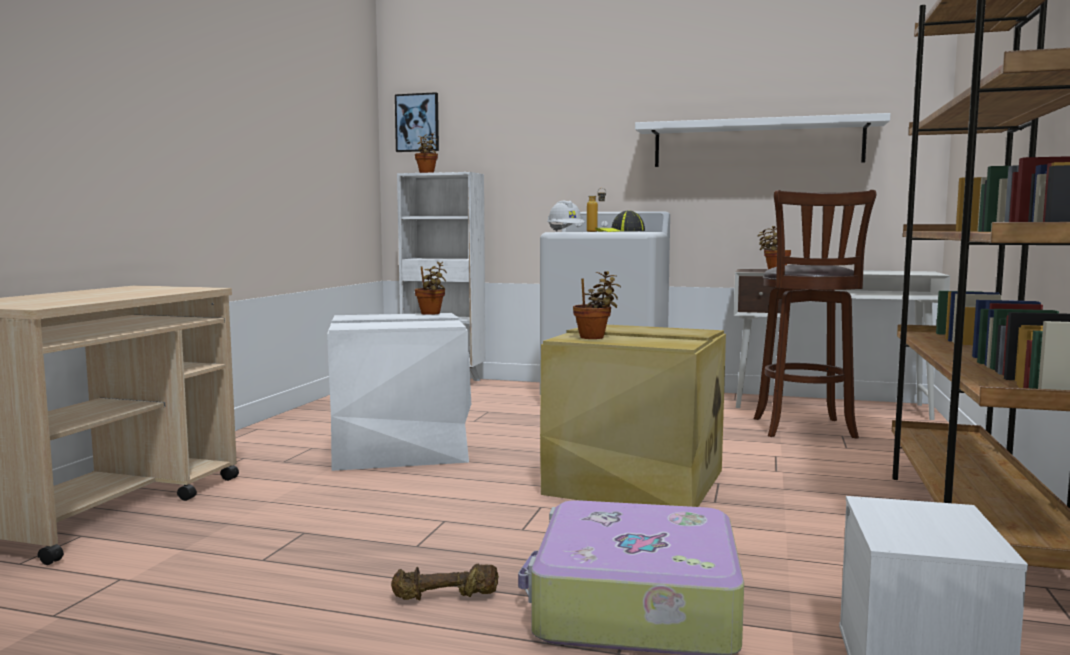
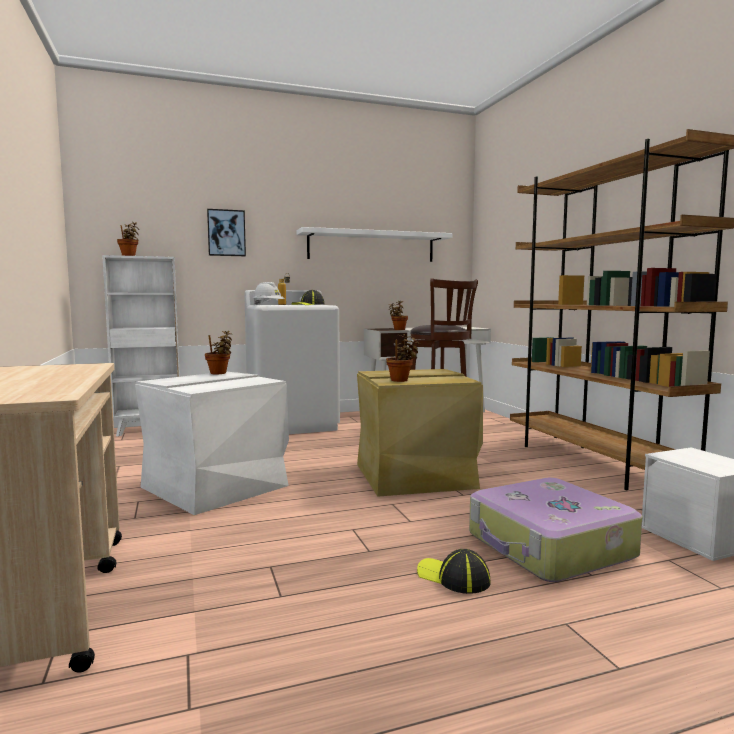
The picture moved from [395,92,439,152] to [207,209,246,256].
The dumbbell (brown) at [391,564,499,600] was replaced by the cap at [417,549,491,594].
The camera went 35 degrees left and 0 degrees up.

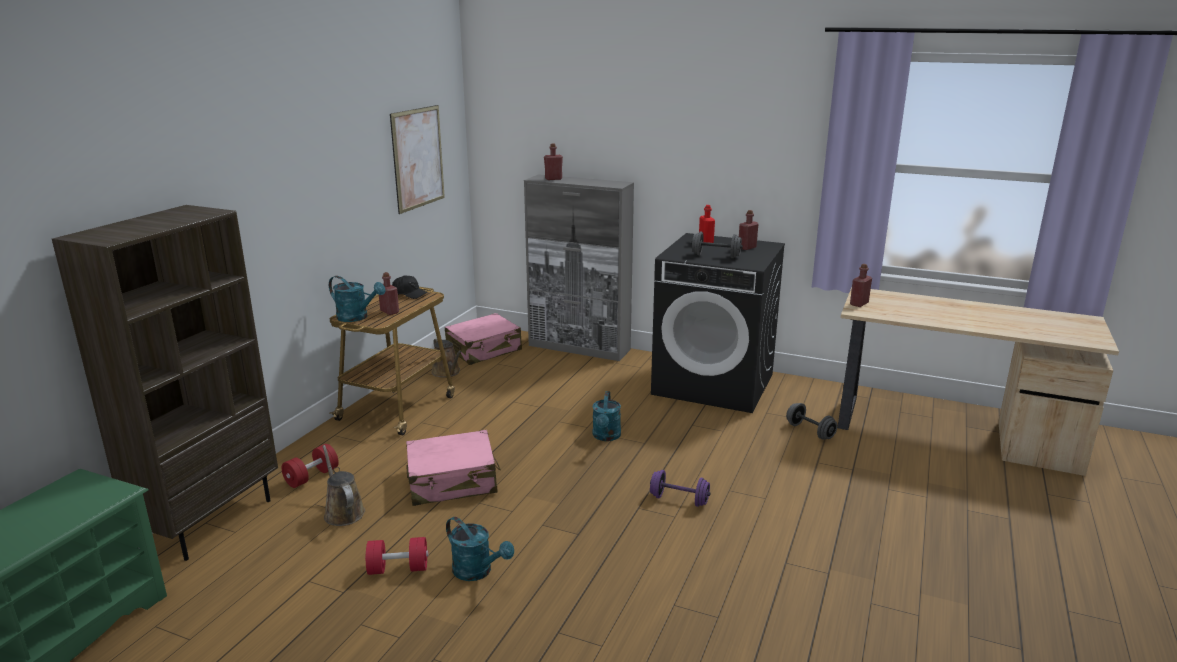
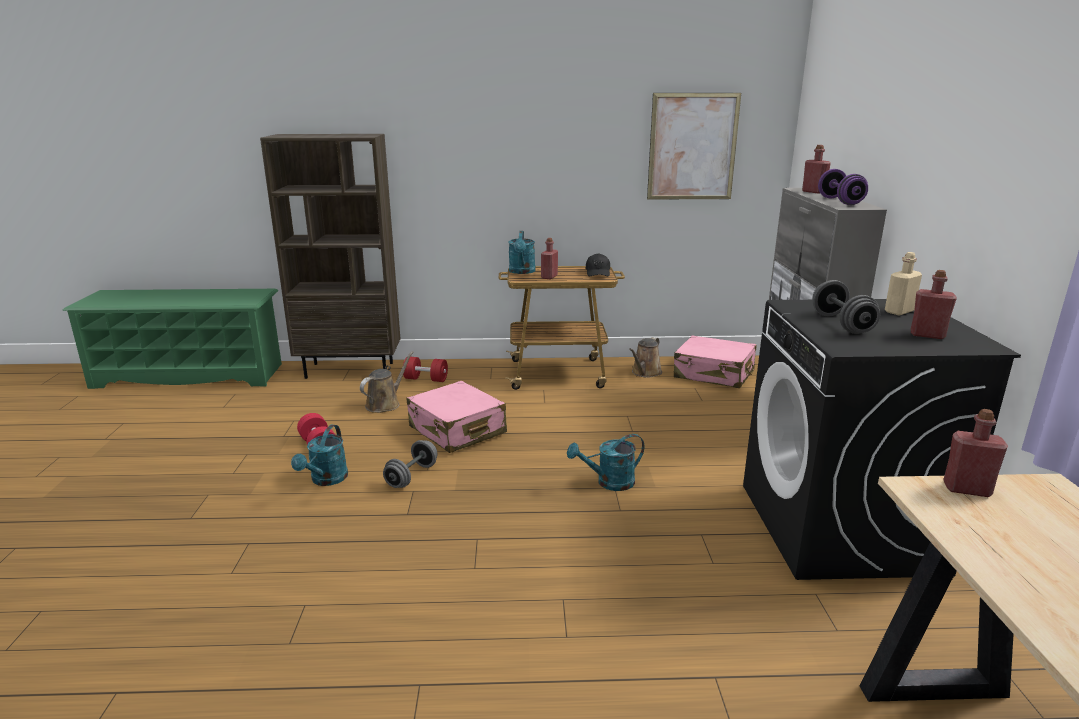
The dumbbell (grey) moved from [786,403,838,440] to [383,440,438,488].
The dumbbell (purple) moved from [650,470,711,507] to [818,169,868,205].
The bottle (red) at [699,205,715,243] became the bottle (beige) at [885,252,922,316].
The camera went 65 degrees right and 0 degrees up.

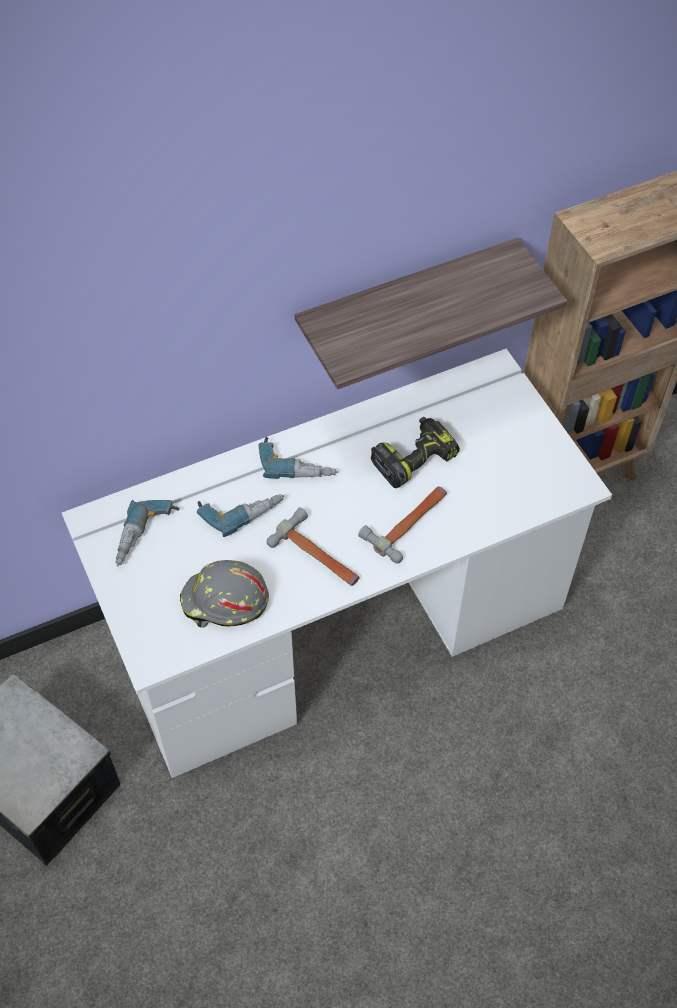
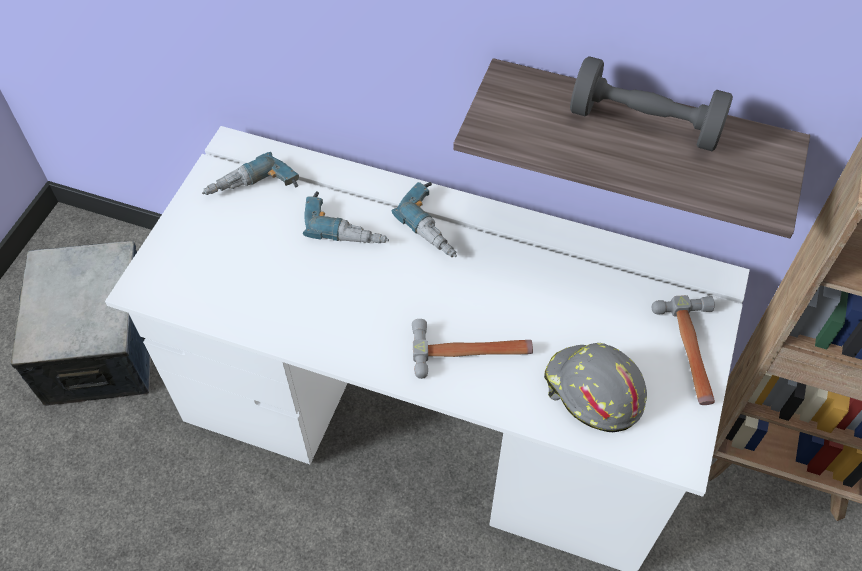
The hard hat (grey) moved from [180,560,269,628] to [544,343,647,432].
The dumbbell (grey) at [570,56,733,151] appeared.
The hammer moved from [267,507,360,586] to [652,295,715,405].
The power drill at [371,417,460,488] disappeared.
The camera went 45 degrees right and 0 degrees up.

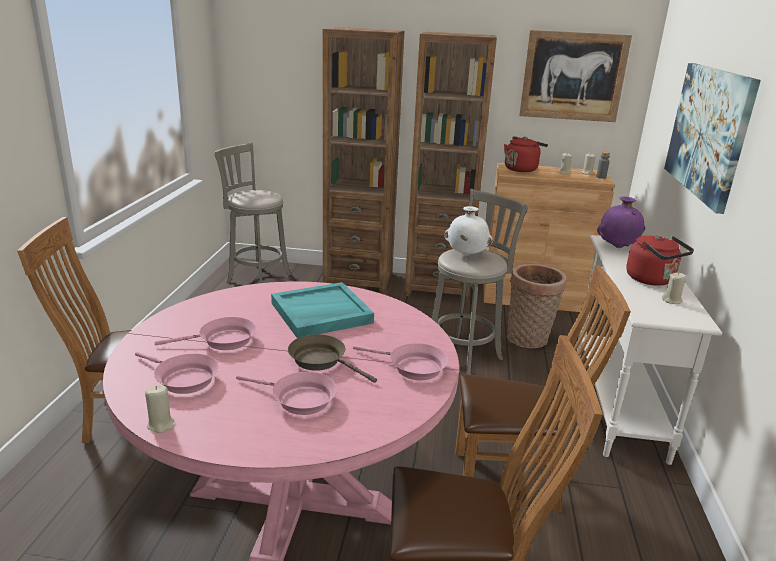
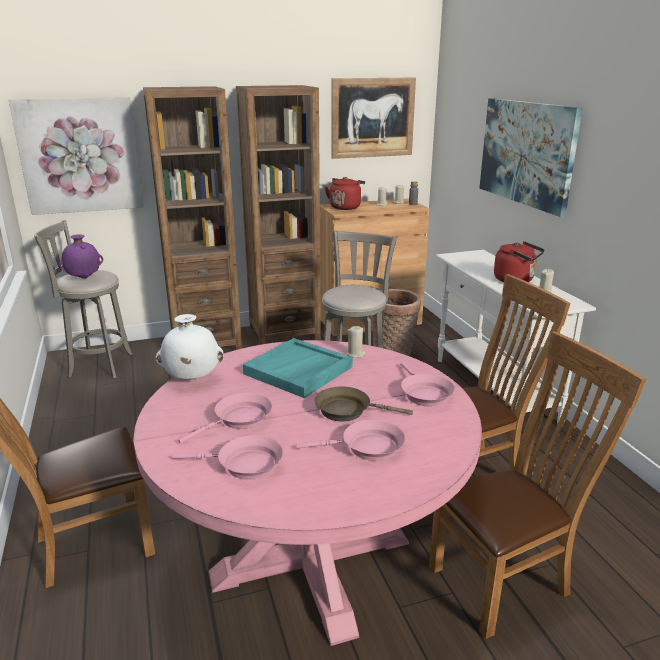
The picture at [9,97,144,215] appeared.
The vase (purple) moved from [597,196,645,248] to [59,234,103,279].
The vase (white) moved from [444,206,493,256] to [155,314,224,380].
The candle (beige) moved from [145,385,175,433] to [346,326,366,358].
The frying pan (pink) at [353,343,448,380] turned 75 degrees clockwise.
The camera went 25 degrees left and 0 degrees up.

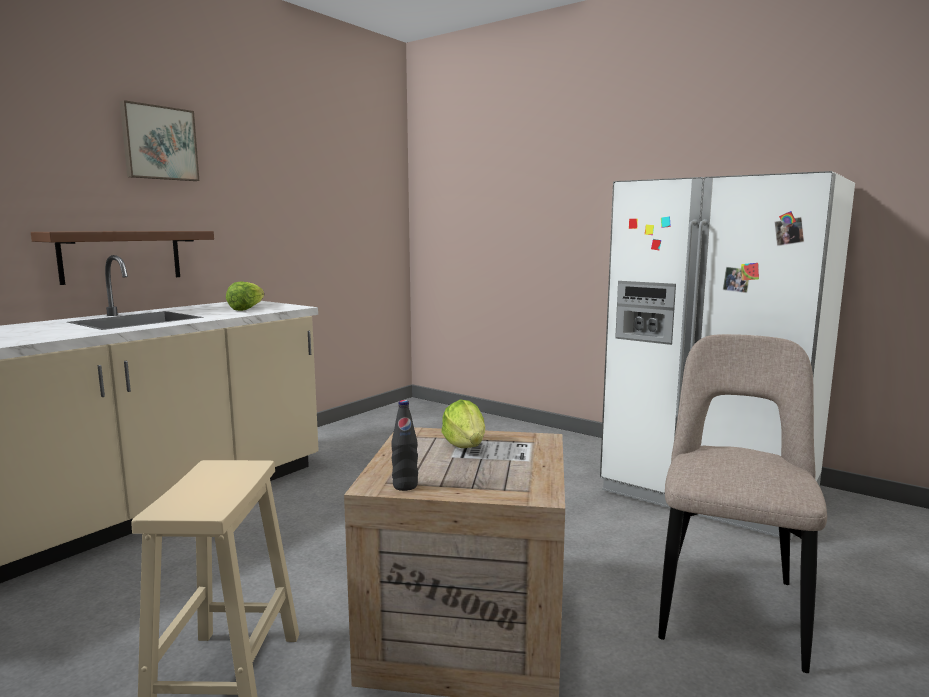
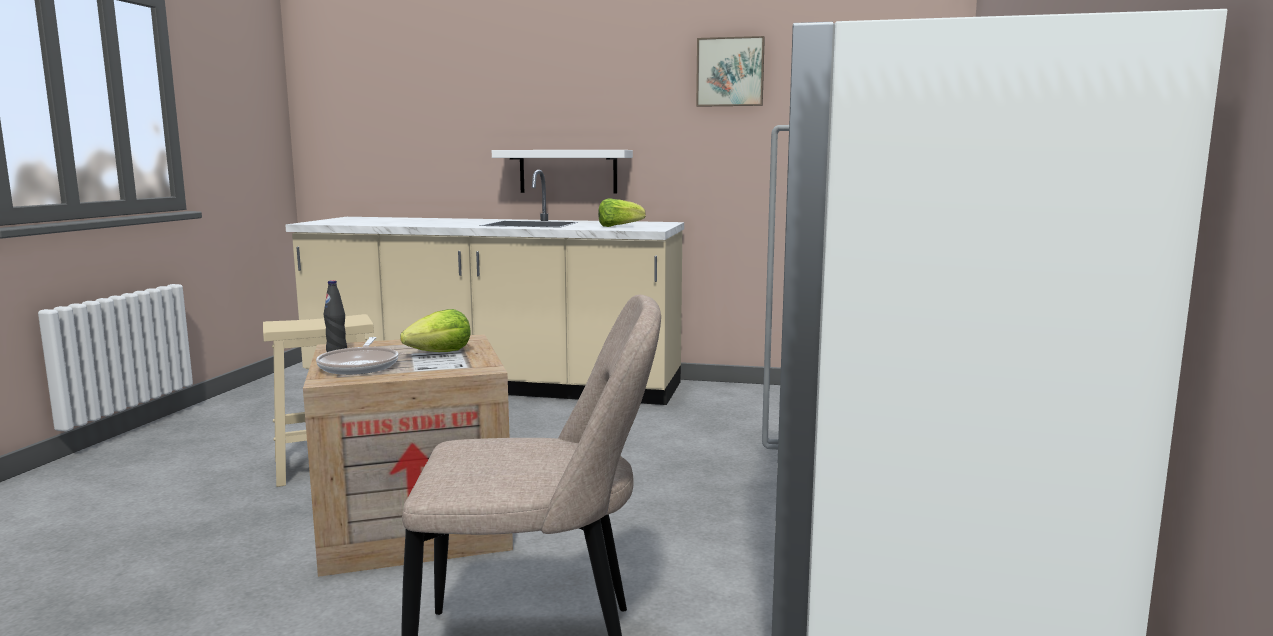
The frying pan at [316,337,398,375] appeared.
The shelf (brown) at [31,231,214,285] became the shelf (white) at [492,150,633,194].
The picture moved from [120,100,199,181] to [696,36,765,107].
The camera went 65 degrees right and 0 degrees up.

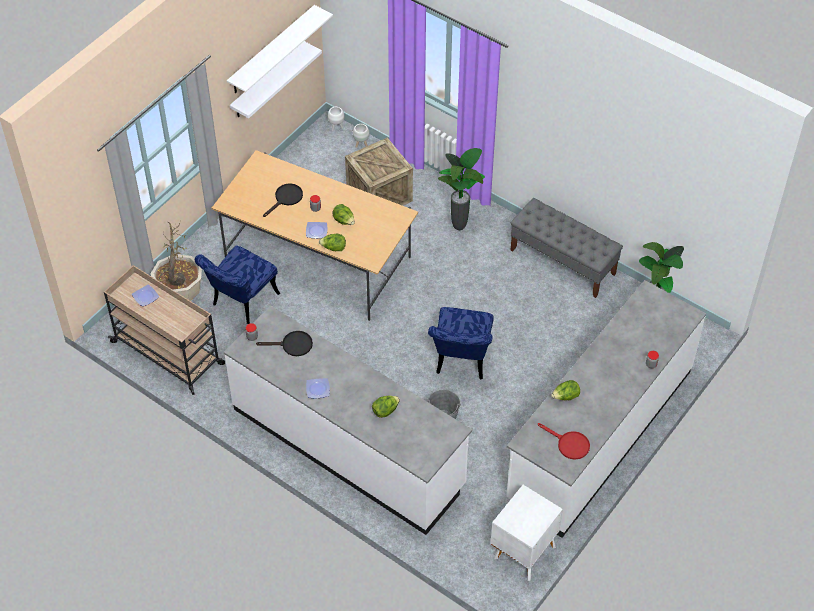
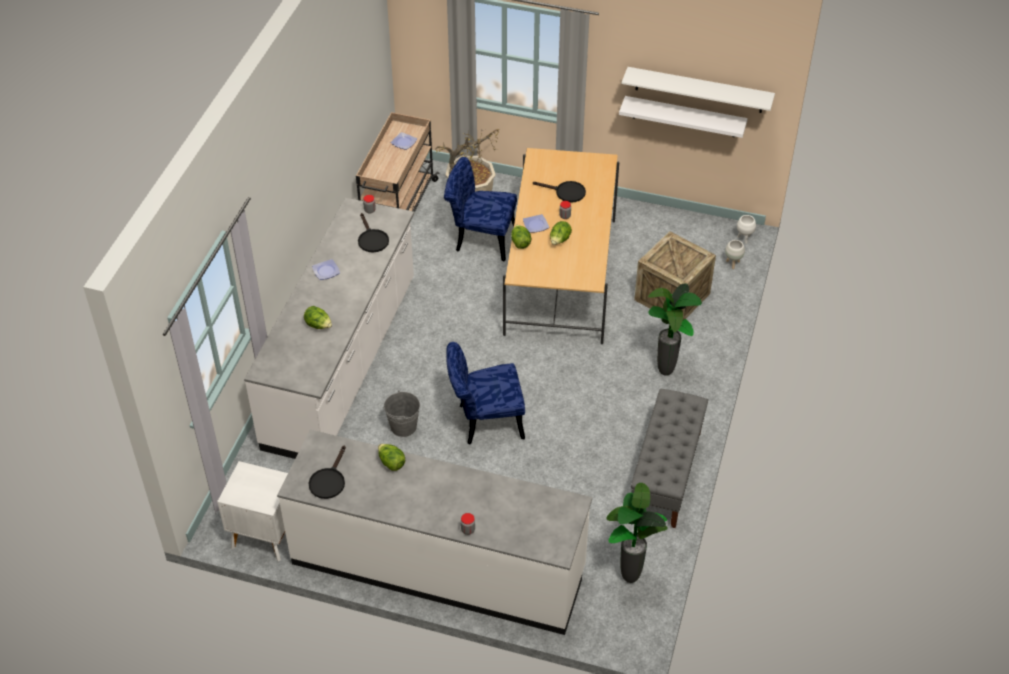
The frying pan (red) at [538,423,590,460] became the frying pan (black) at [309,445,346,499].
The camera went 70 degrees right and 5 degrees down.

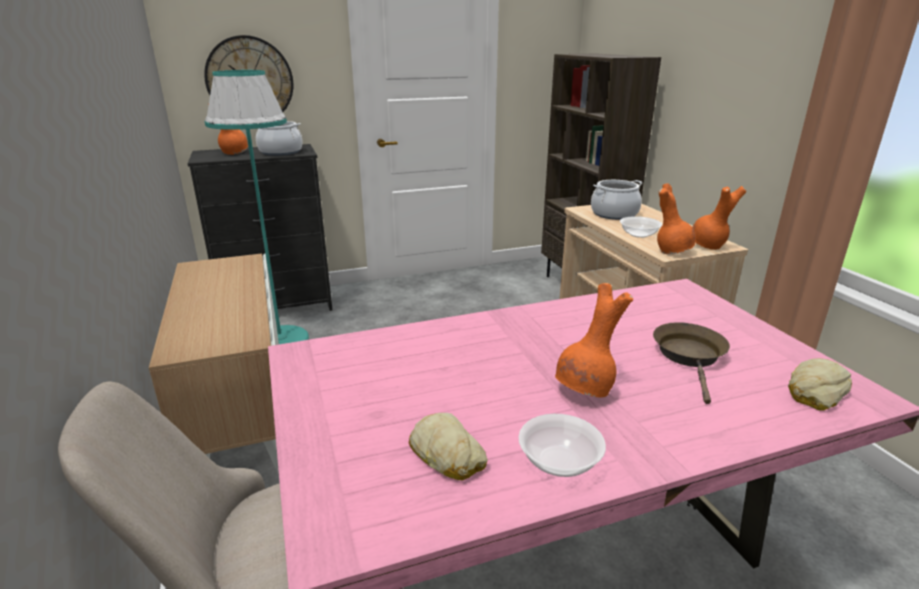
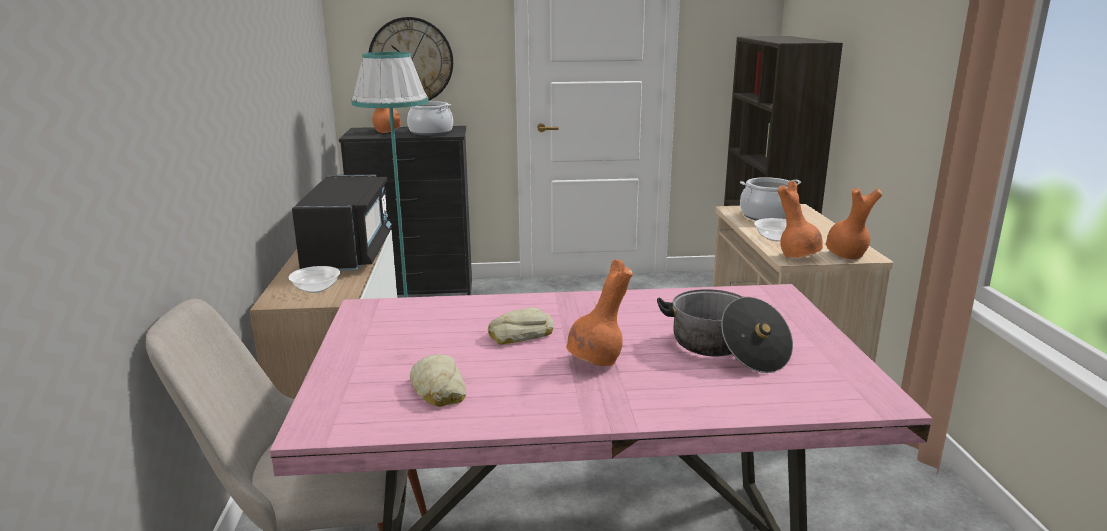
The bowl moved from [519,414,606,477] to [289,266,340,293].
The microwave (black) at [292,174,391,271] appeared.
The bread moved from [788,358,852,411] to [488,307,553,345].
The frying pan (brown) at [653,322,730,404] was replaced by the cooking pot at [657,289,793,373].
The camera went 15 degrees right and 5 degrees down.

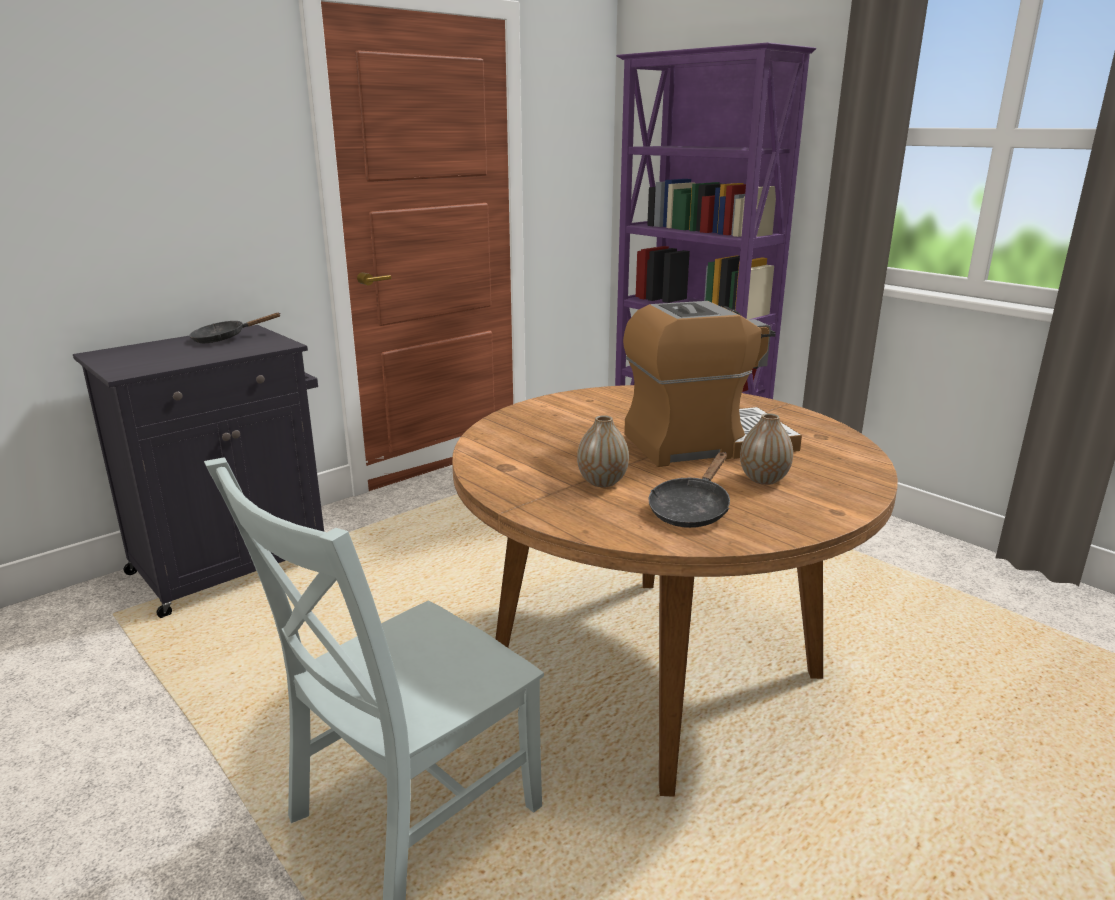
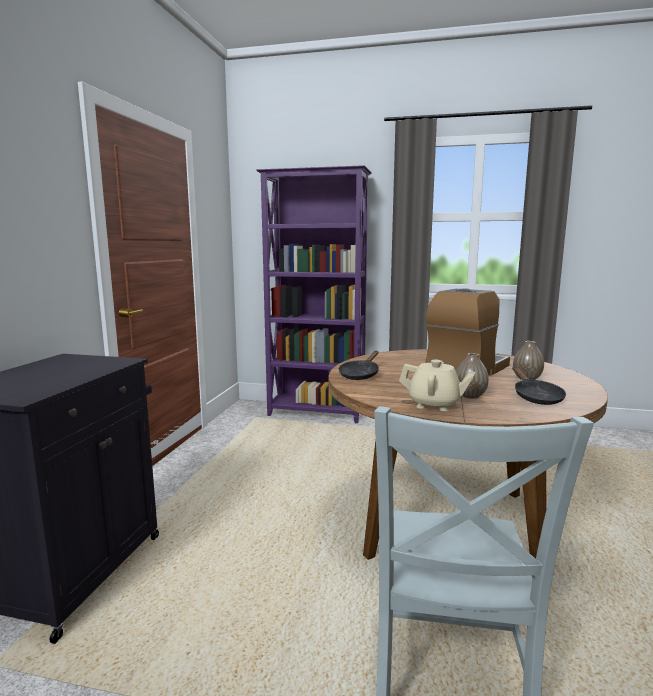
The frying pan (black) moved from [189,313,281,343] to [338,351,379,380].
The teapot (beige) at [399,360,475,411] appeared.
The camera went 35 degrees left and 10 degrees down.

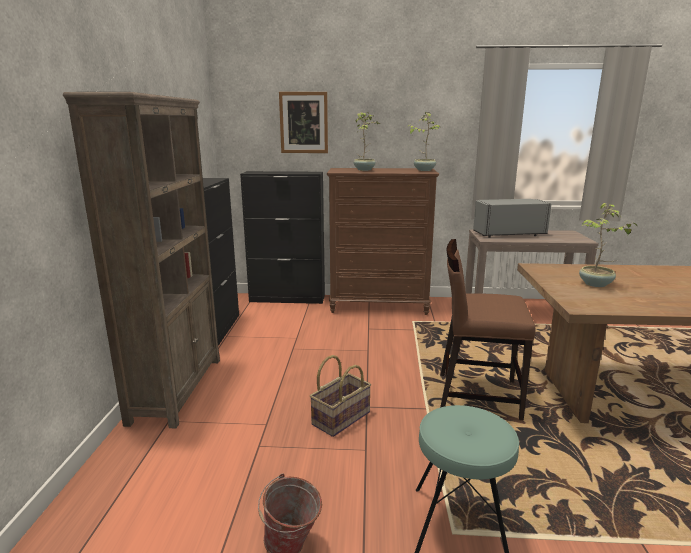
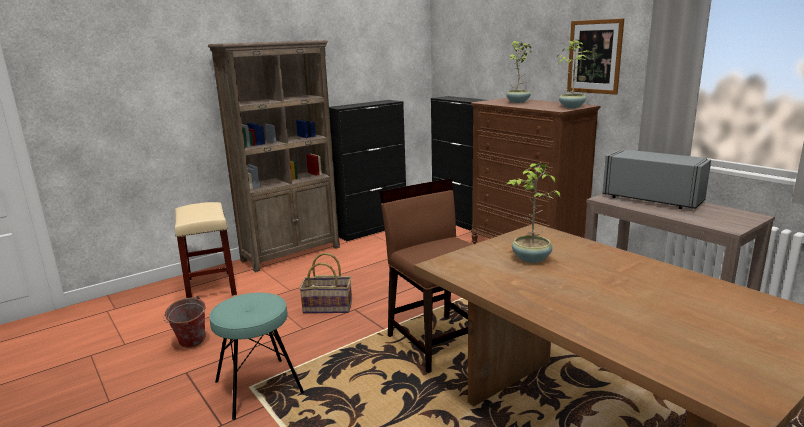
The stool (beige) at [175,202,237,298] appeared.
The picture moved from [279,92,328,153] to [567,18,624,95].
The camera went 50 degrees right and 0 degrees up.

